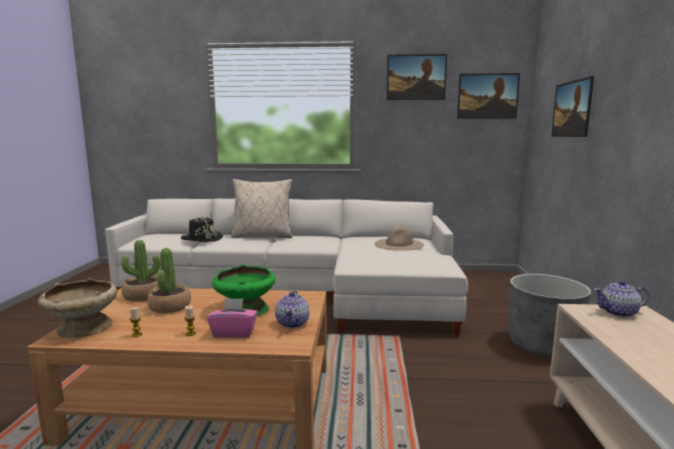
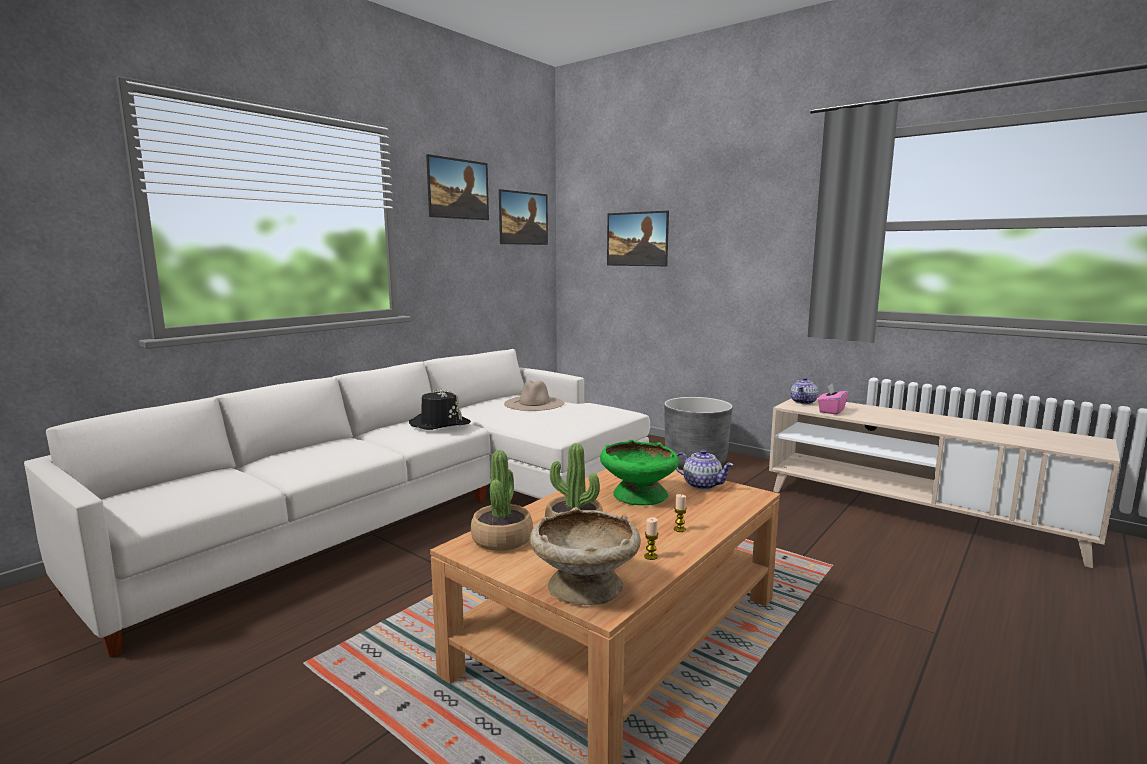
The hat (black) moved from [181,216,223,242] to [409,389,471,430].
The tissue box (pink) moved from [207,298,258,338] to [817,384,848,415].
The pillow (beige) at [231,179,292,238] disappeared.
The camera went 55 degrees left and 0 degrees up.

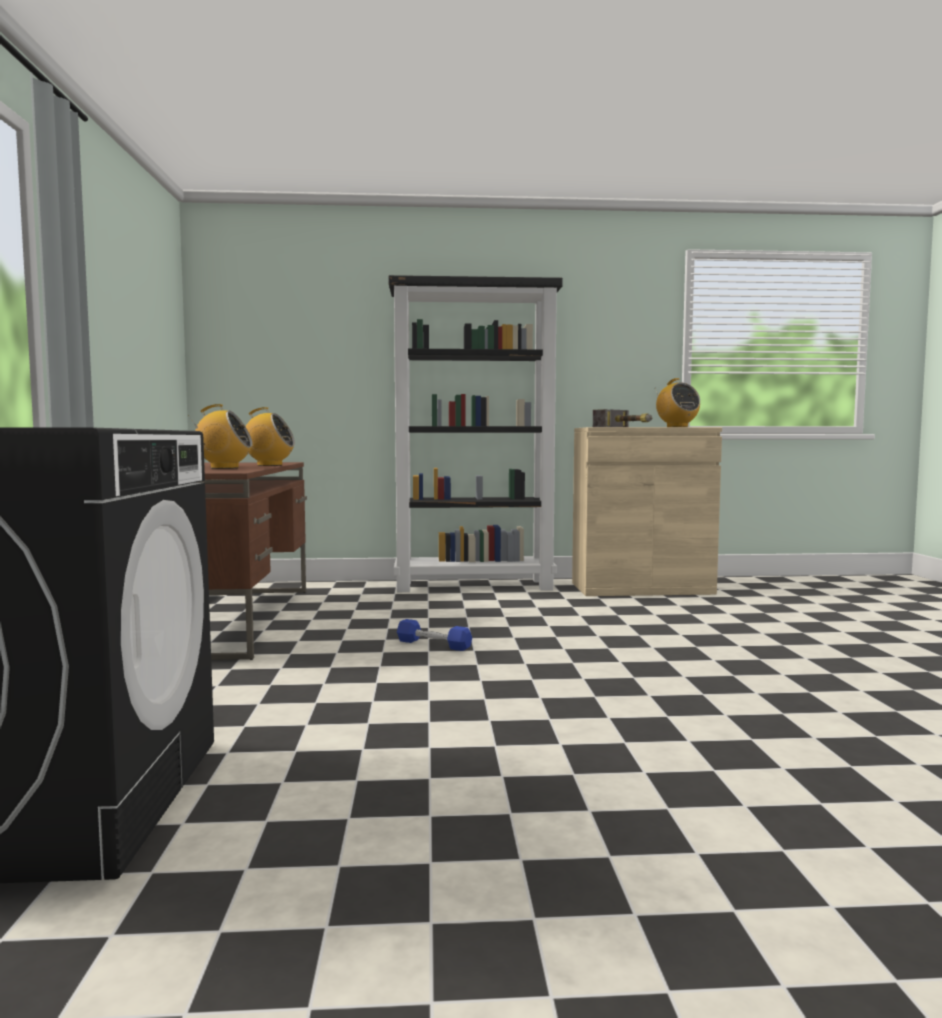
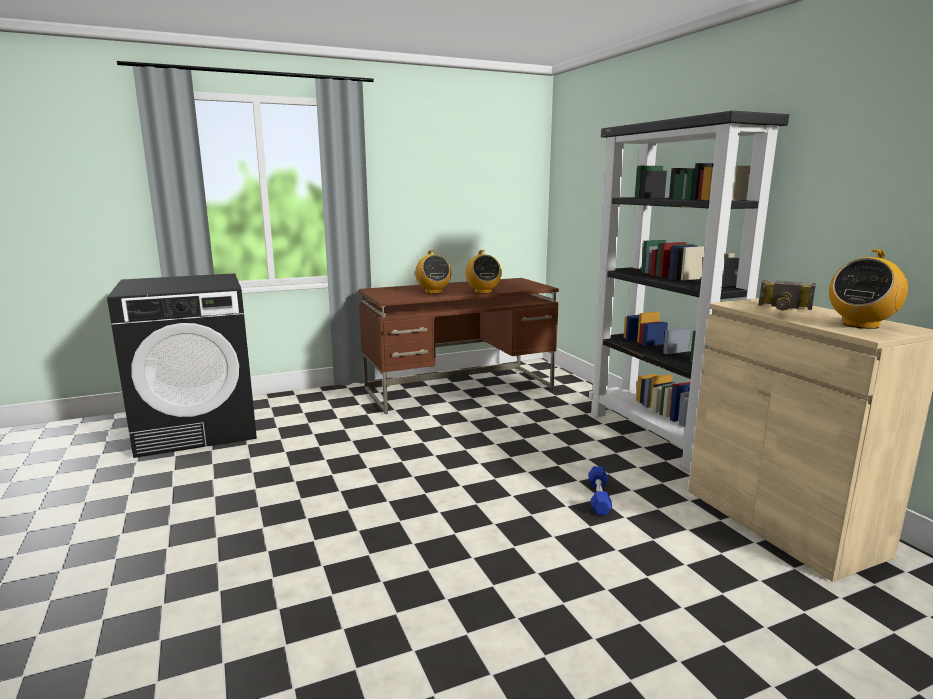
The dumbbell (blue) moved from [397,619,472,651] to [588,466,612,515].
The camera went 70 degrees right and 10 degrees up.

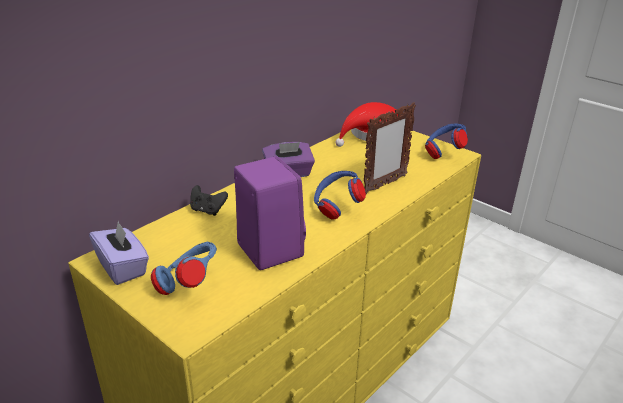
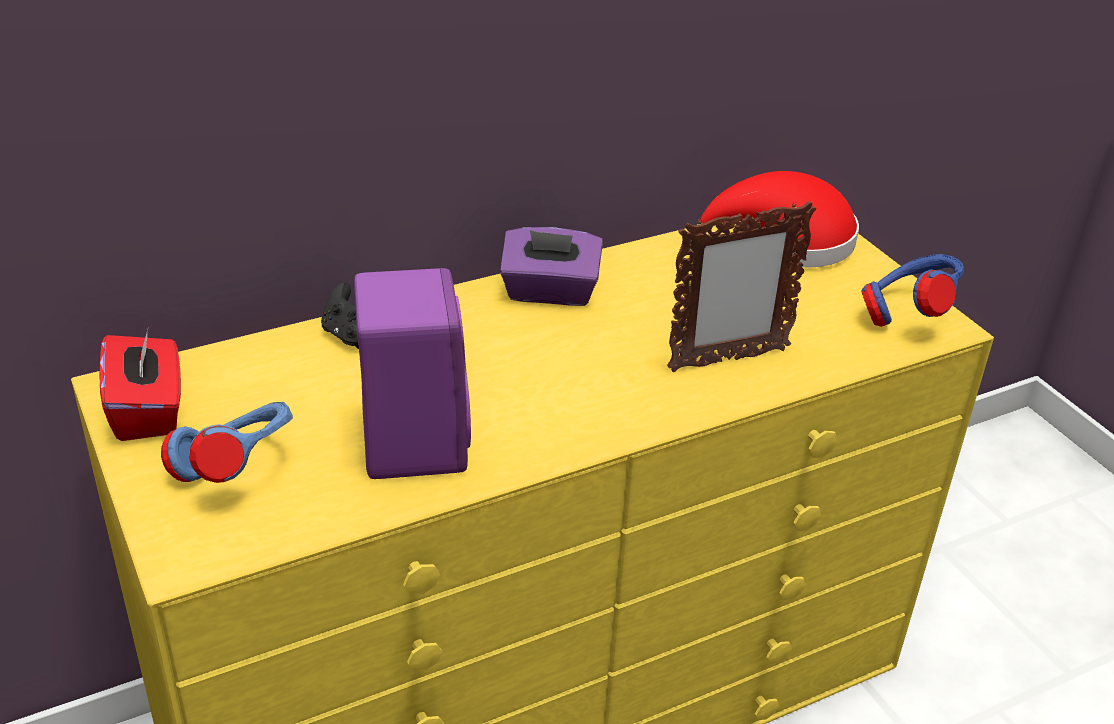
The tissue box (purple) at [89,221,149,285] became the tissue box (red) at [100,326,181,441].
The headphones (blue) at [314,171,366,220] disappeared.
The camera went 20 degrees right and 5 degrees up.

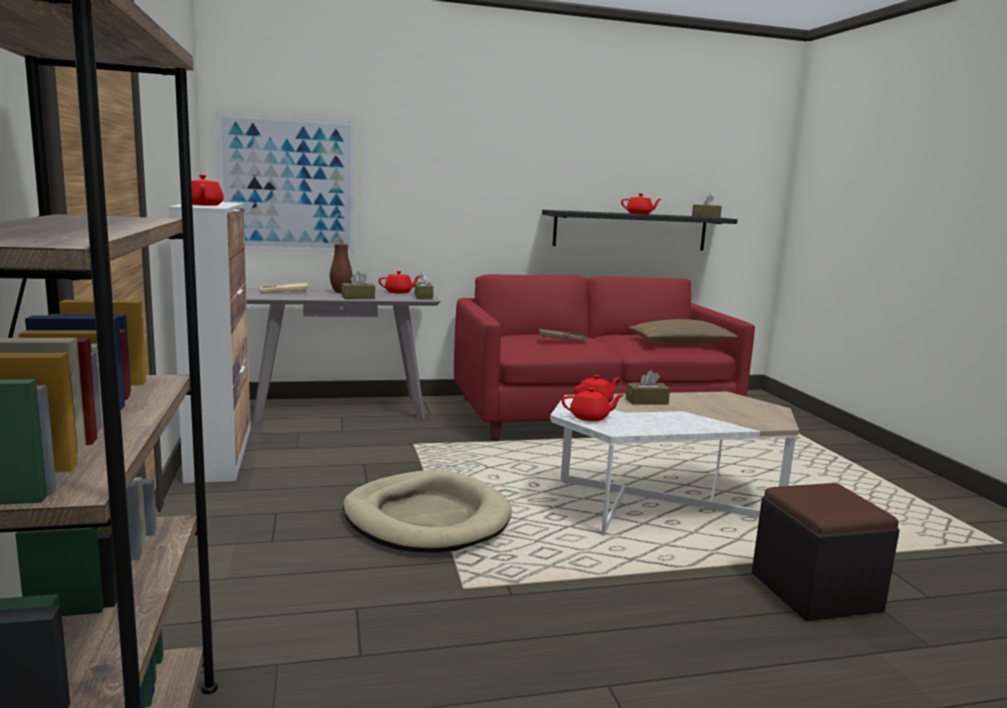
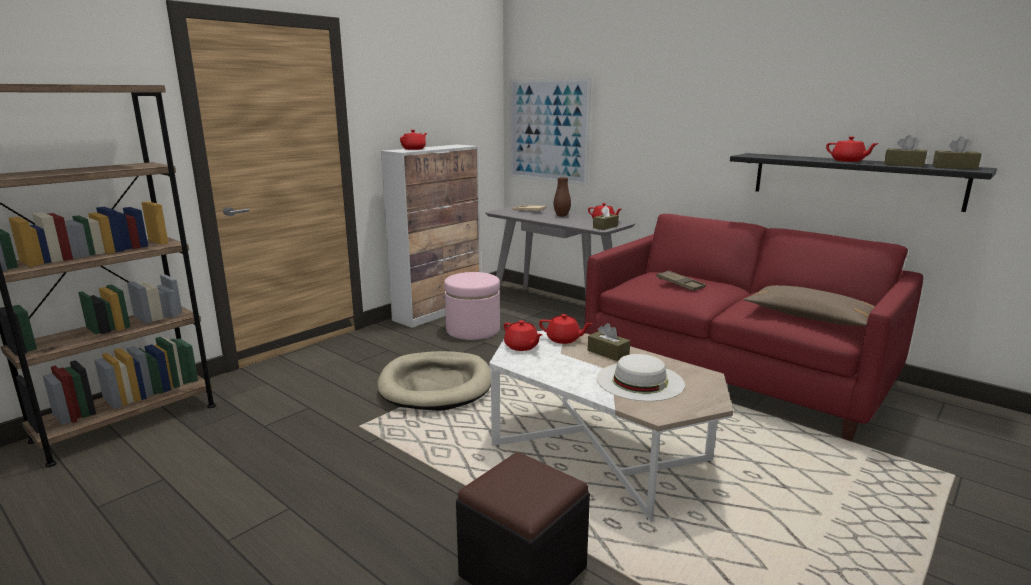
The ottoman (pink) at [444,272,500,340] appeared.
The hat (white) at [597,354,685,401] appeared.
The tissue box (brown) moved from [342,271,375,299] to [884,135,927,167].
The camera went 55 degrees right and 5 degrees up.

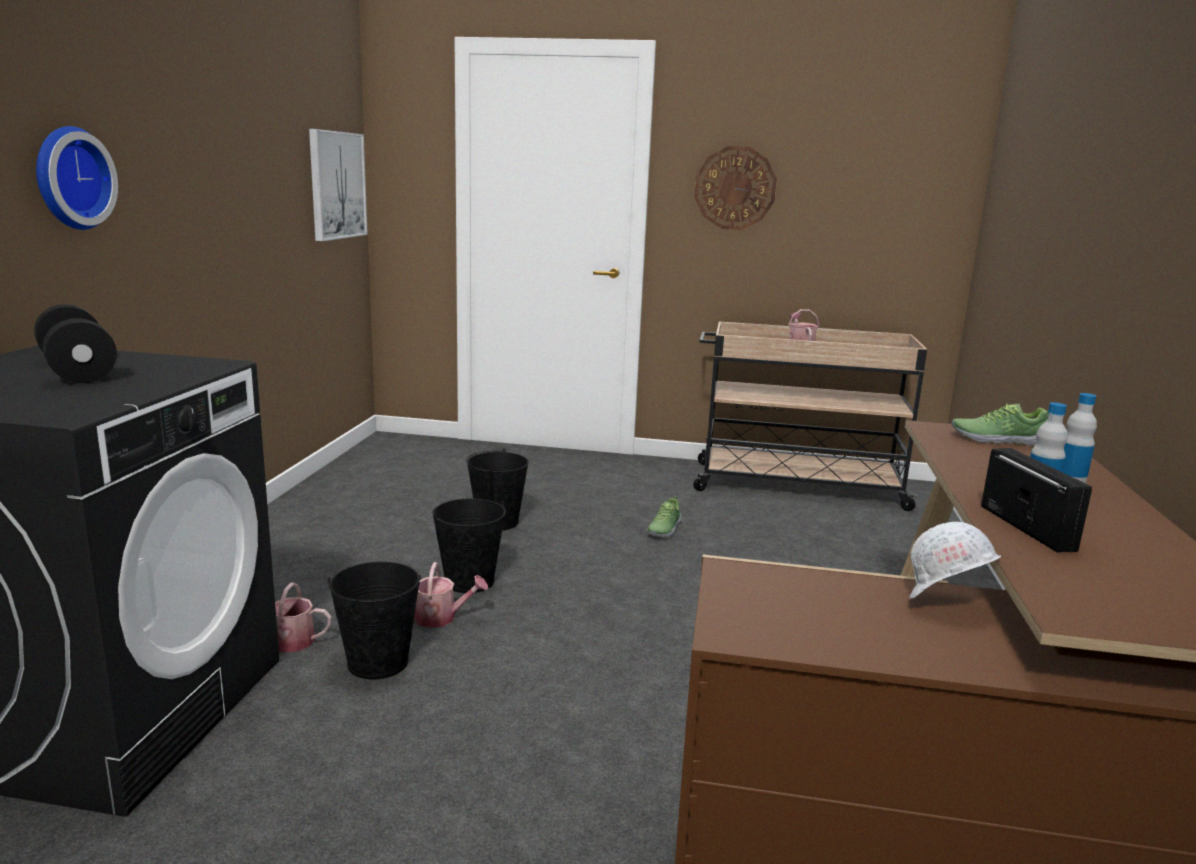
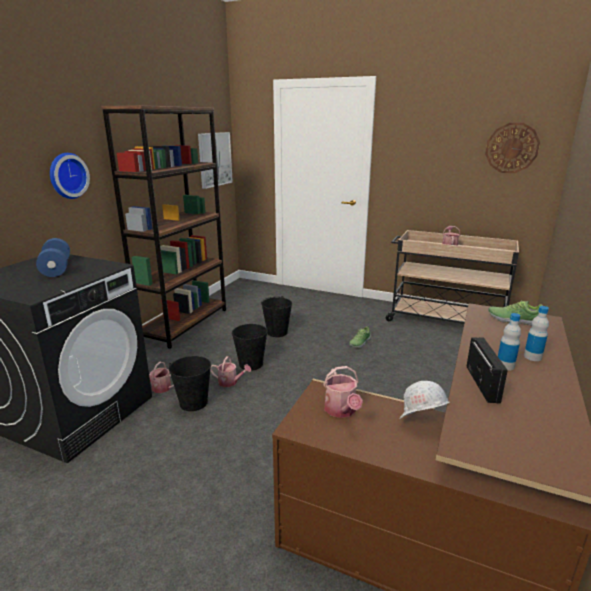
The dumbbell (black) at [34,304,117,383] became the dumbbell (blue) at [36,238,70,277].
The bookcase (brown) at [101,105,226,349] appeared.
The watering can at [323,366,363,418] appeared.
The wall clock moved from [694,146,777,230] to [485,123,540,173].
The camera went 15 degrees right and 5 degrees up.

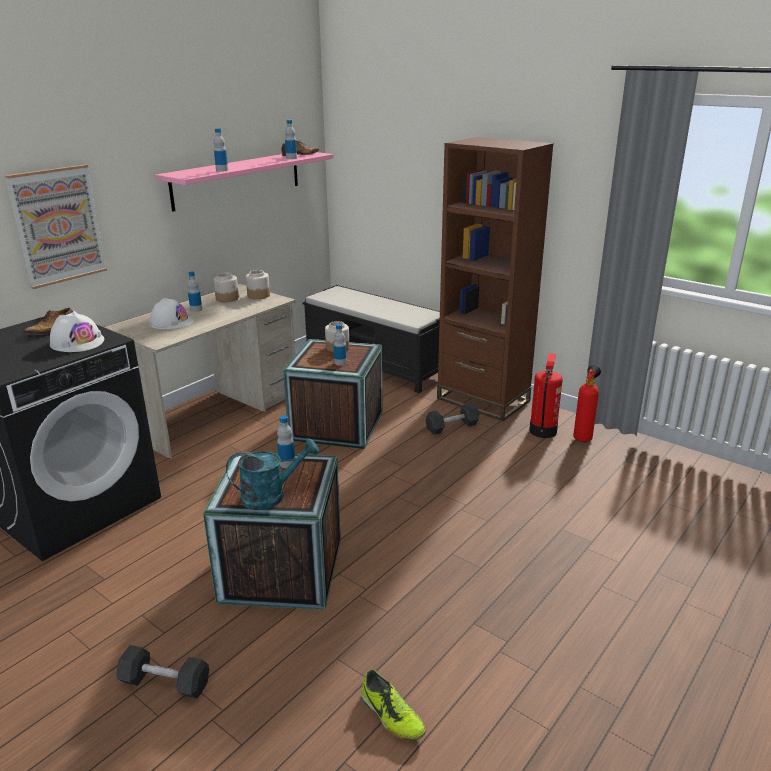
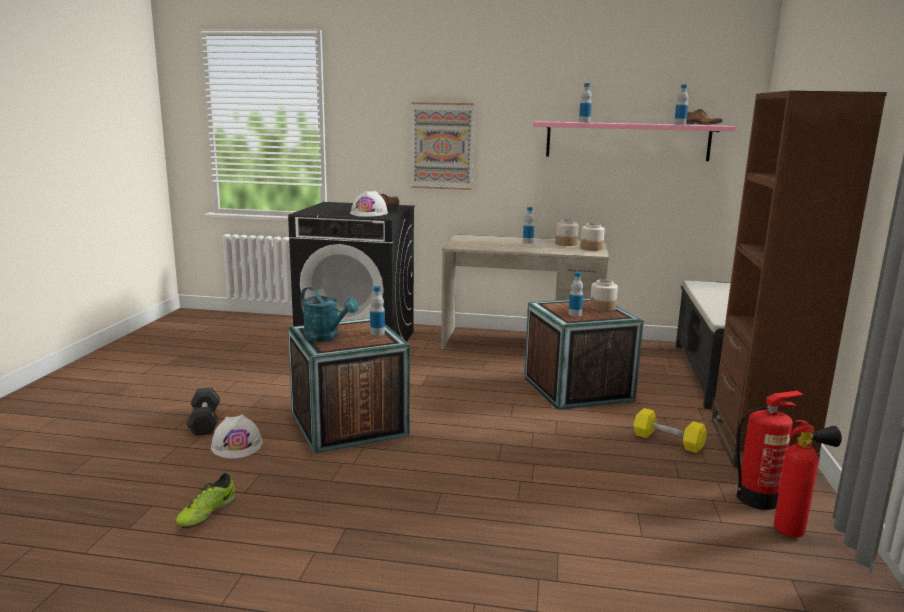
The hard hat (white) moved from [149,298,194,329] to [211,415,263,459].
The dumbbell (black) at [425,403,479,435] became the dumbbell (yellow) at [634,408,707,453].
The camera went 60 degrees right and 10 degrees down.

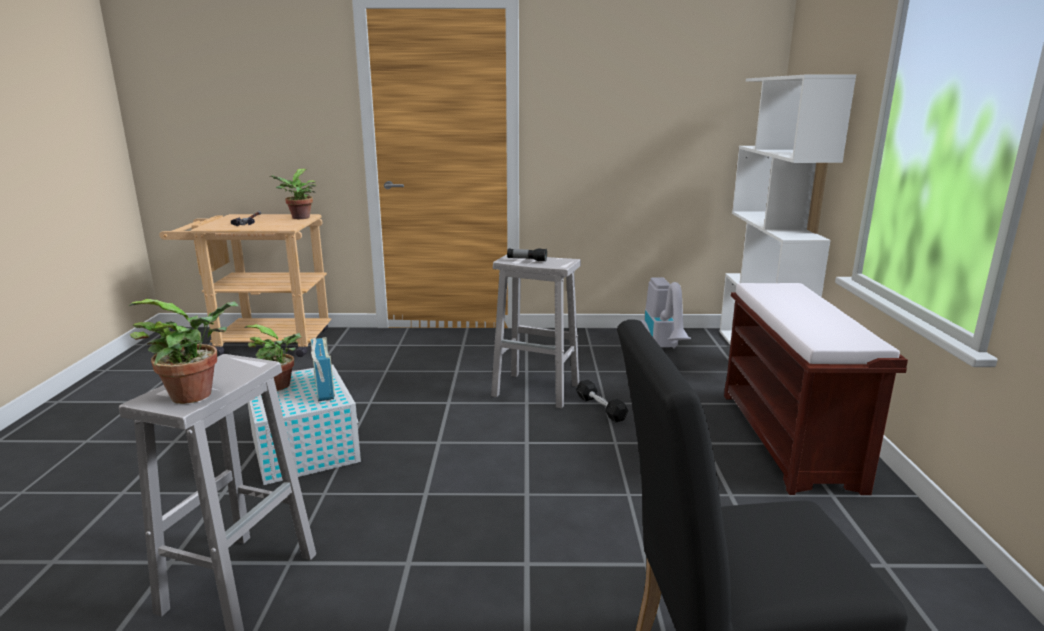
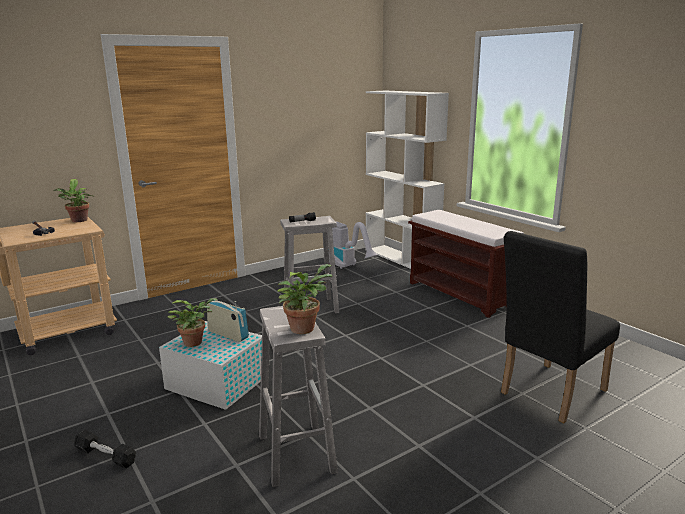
The dumbbell (black) moved from [576,379,628,422] to [74,430,136,469].
The camera went 35 degrees left and 0 degrees up.

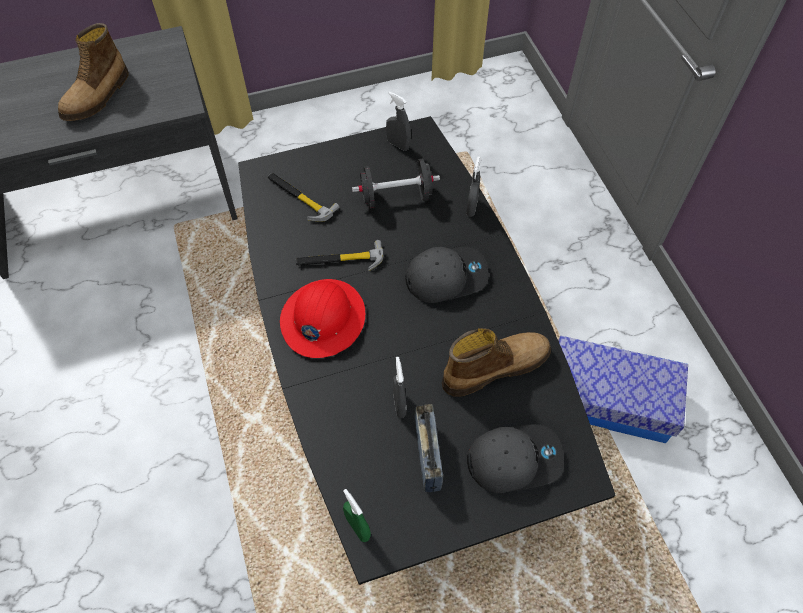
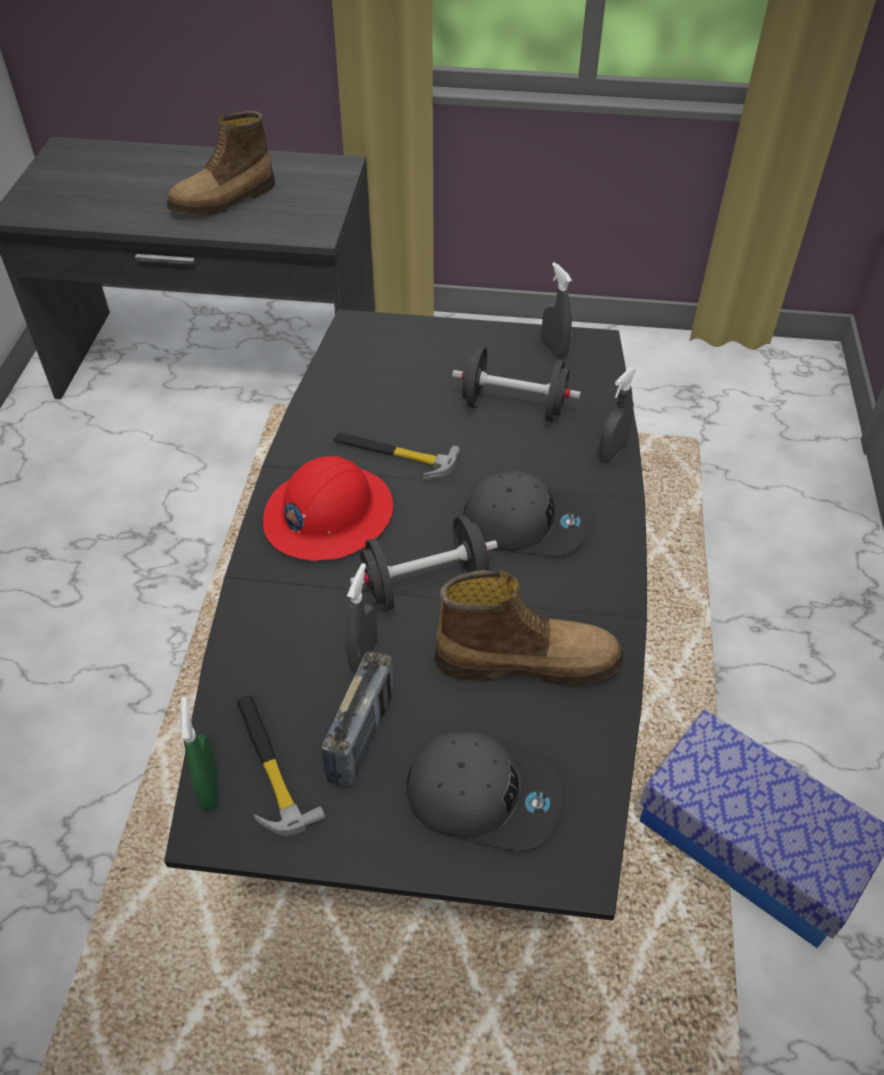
The hammer moved from [268,173,339,222] to [237,695,325,836].
The dumbbell (black) at [350,516,498,611] appeared.
The camera went 25 degrees right and 10 degrees down.

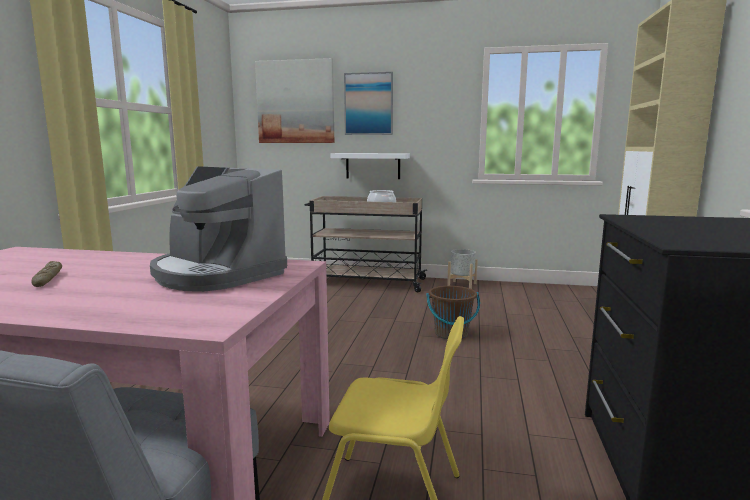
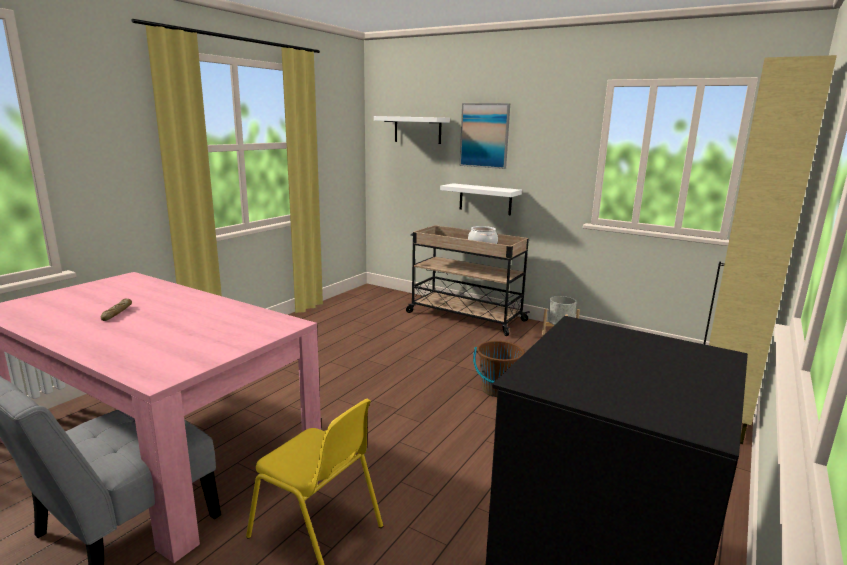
The picture at [255,58,334,143] was replaced by the shelf (white) at [374,116,450,144].
The coffee machine at [150,166,287,292] disappeared.
The camera went 20 degrees right and 5 degrees up.

